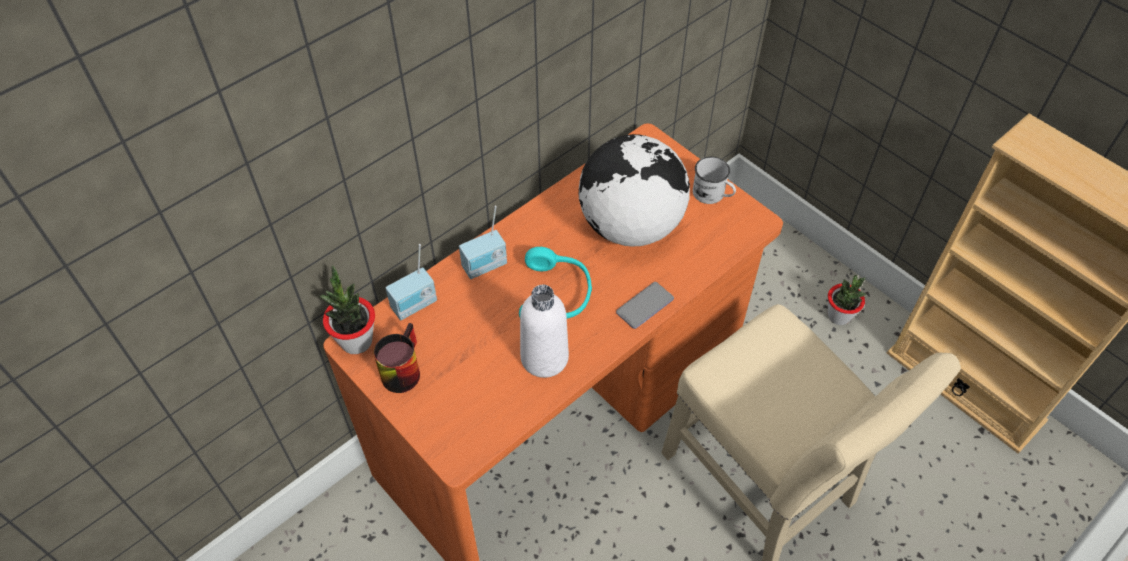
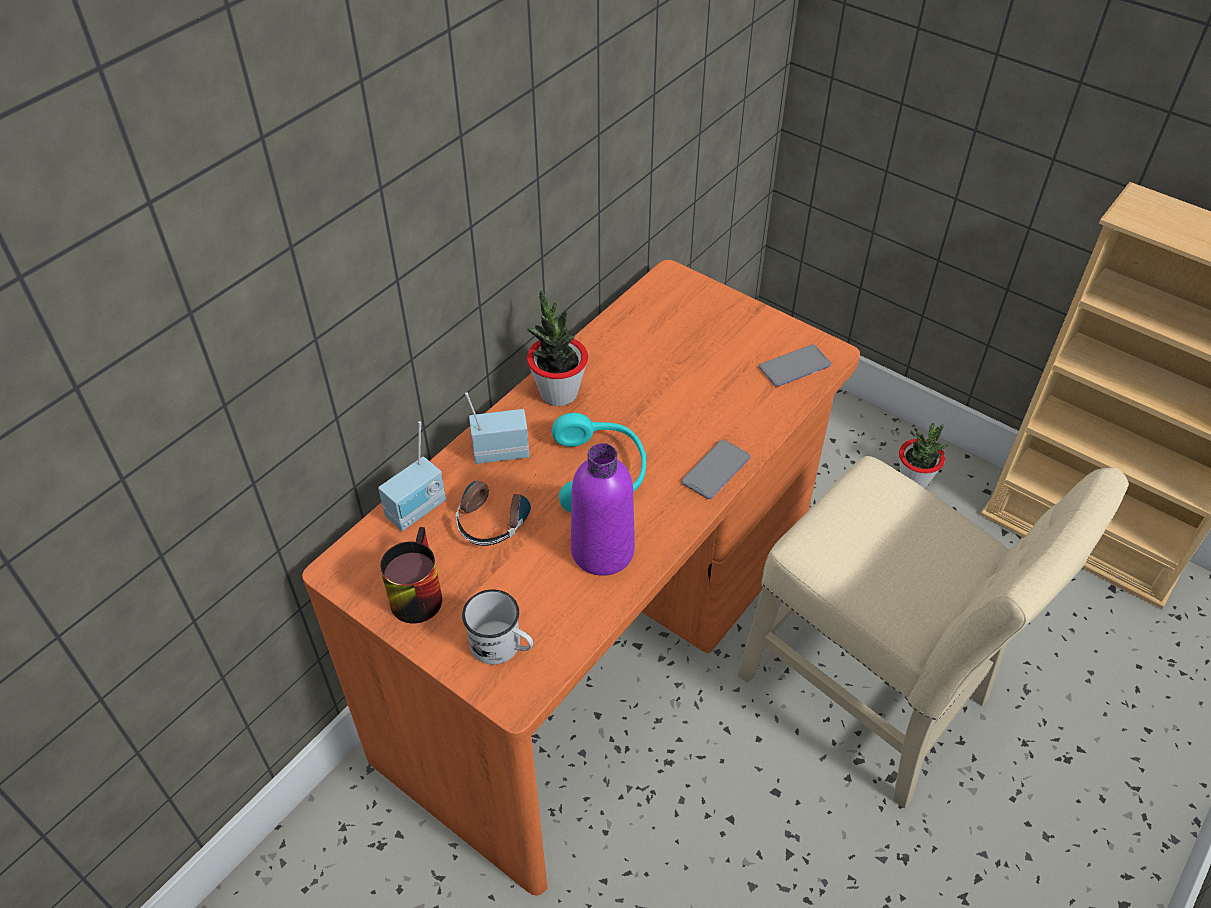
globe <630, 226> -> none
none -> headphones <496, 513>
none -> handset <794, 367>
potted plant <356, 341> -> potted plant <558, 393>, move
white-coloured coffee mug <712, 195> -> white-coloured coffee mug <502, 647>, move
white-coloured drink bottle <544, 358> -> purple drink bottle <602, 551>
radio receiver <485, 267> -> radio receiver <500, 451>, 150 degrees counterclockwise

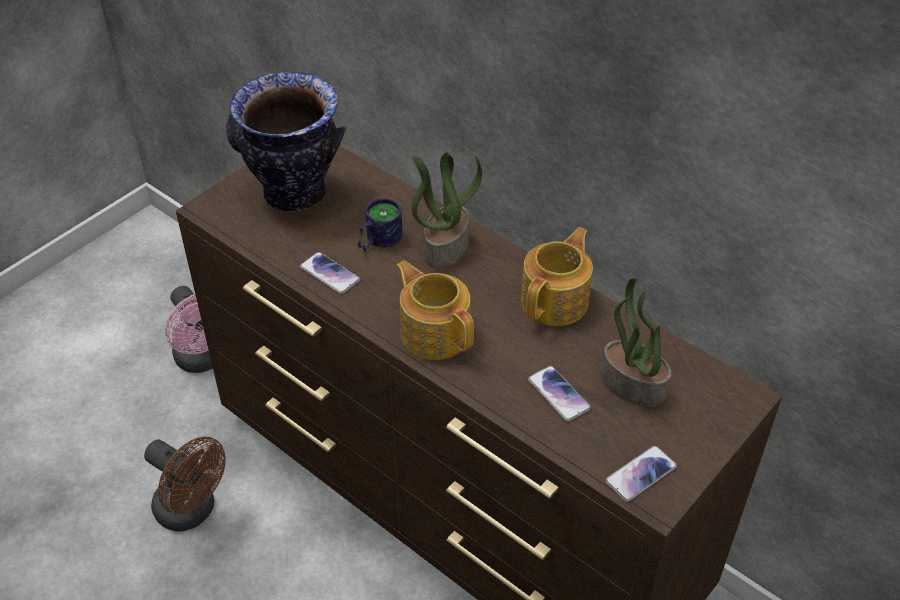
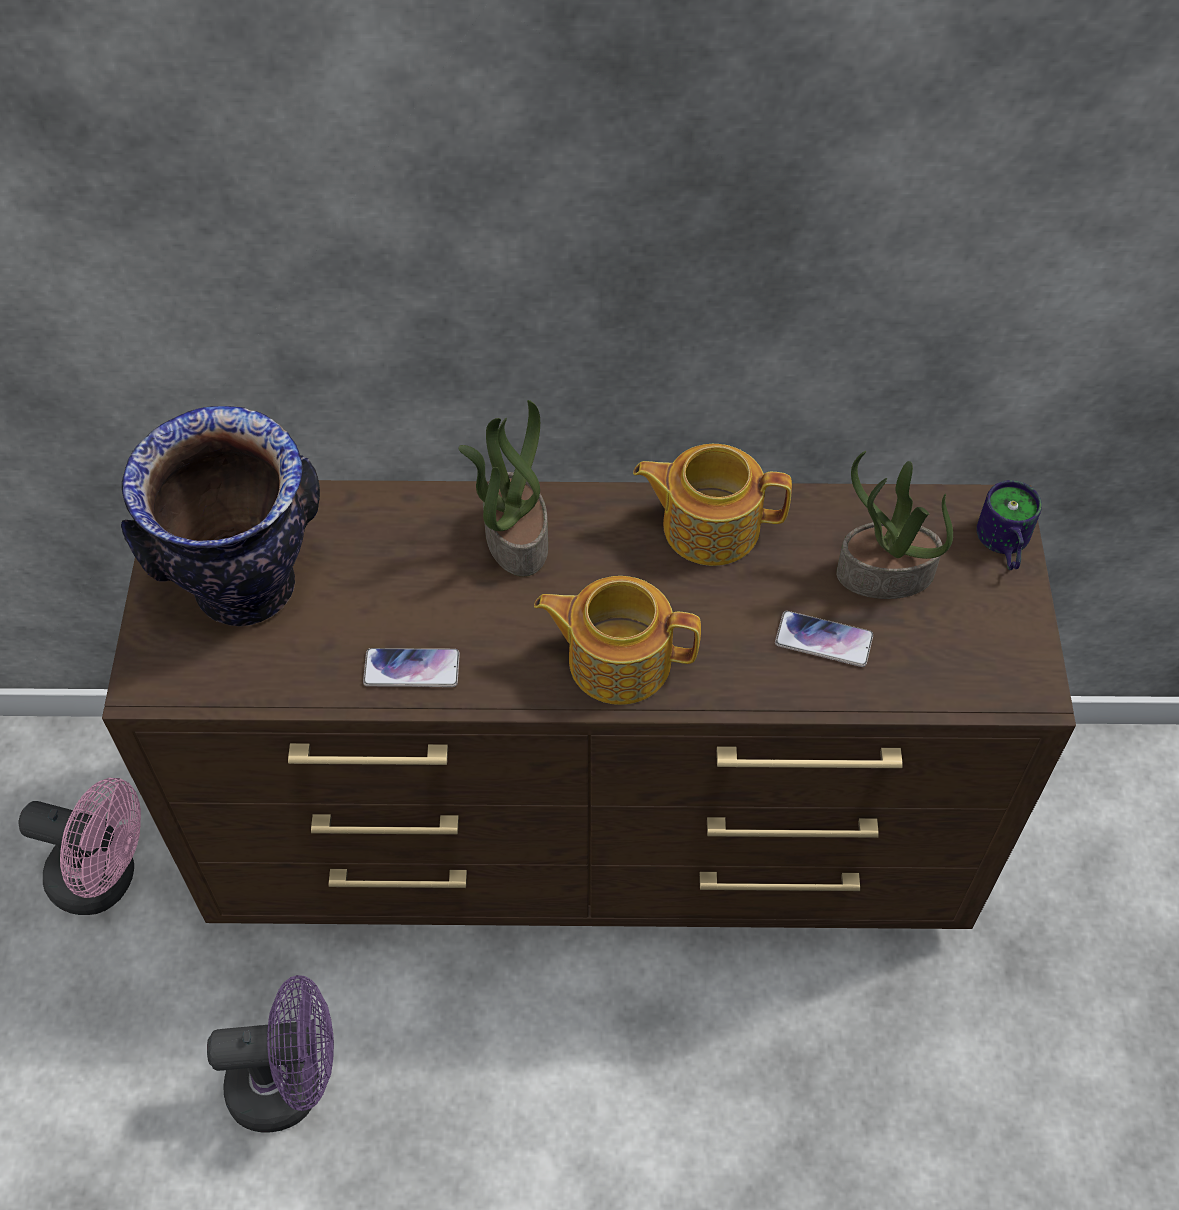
handset <640, 474> -> none
coffee mug <377, 240> -> coffee mug <1001, 545>, move
brown cooling fan <192, 511> -> purple cooling fan <290, 1084>
tea pot <556, 301> -> tea pot <708, 525>, 75 degrees counterclockwise

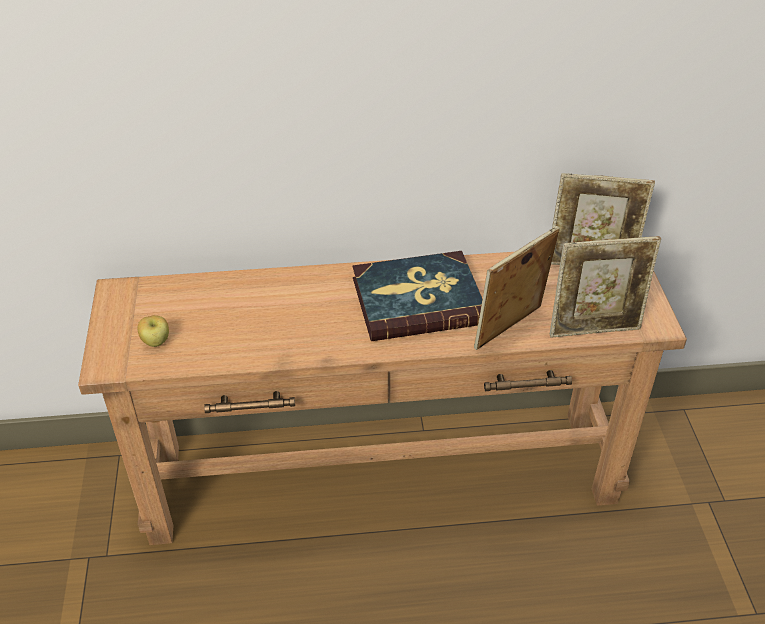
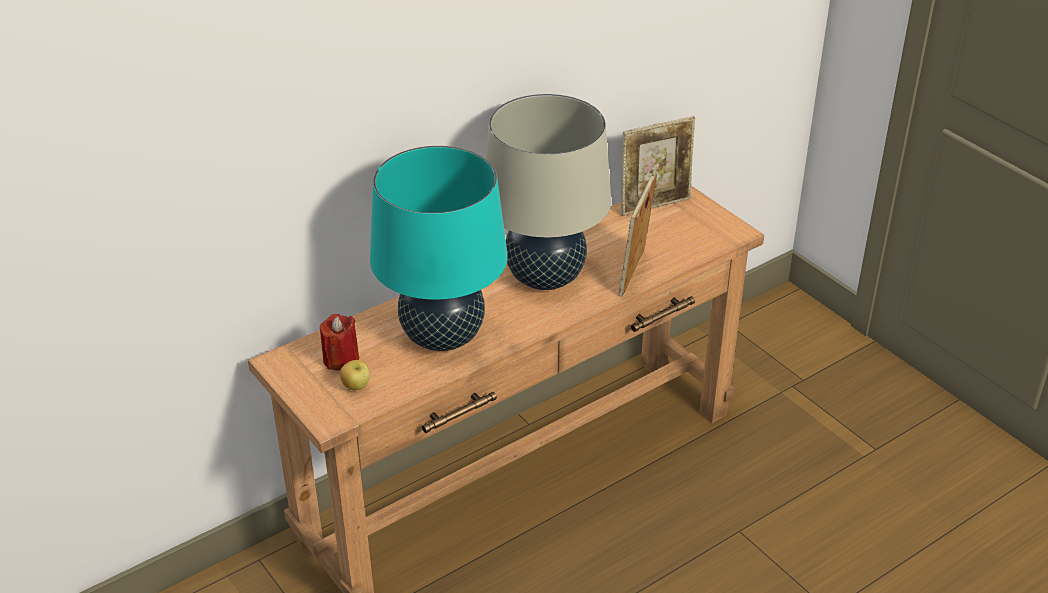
picture frame <594, 329> -> none
none -> reddish candle <341, 359>
none -> turquoise lamp for a table <442, 337>
volume <417, 300> -> beige lamp for a table <545, 277>

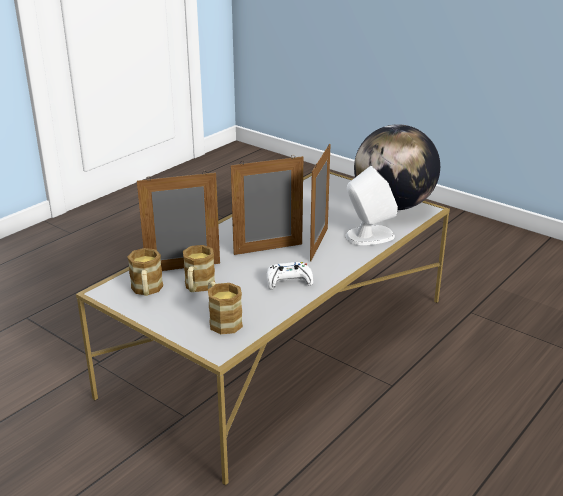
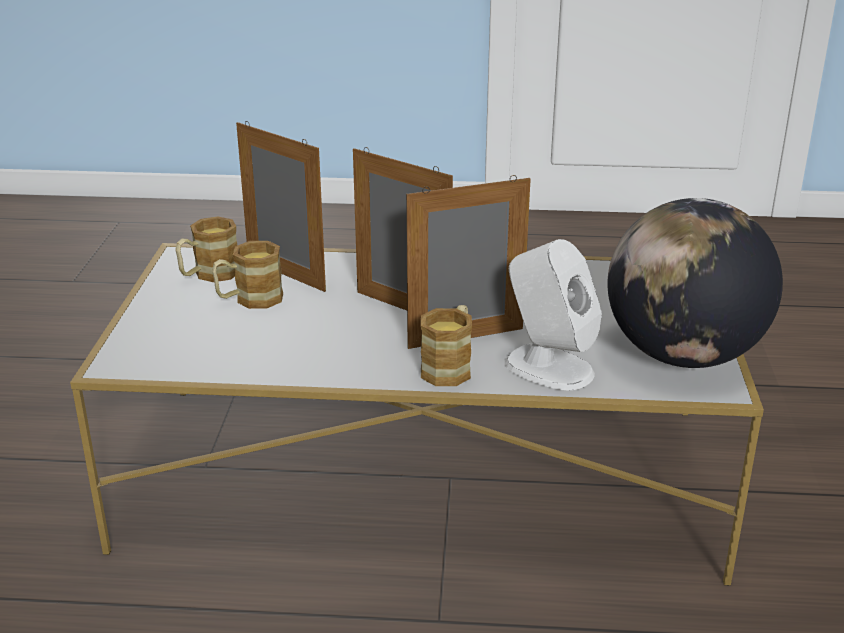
white-coloured game controller <288, 281> -> none
coffee mug <222, 320> -> coffee mug <450, 366>, move

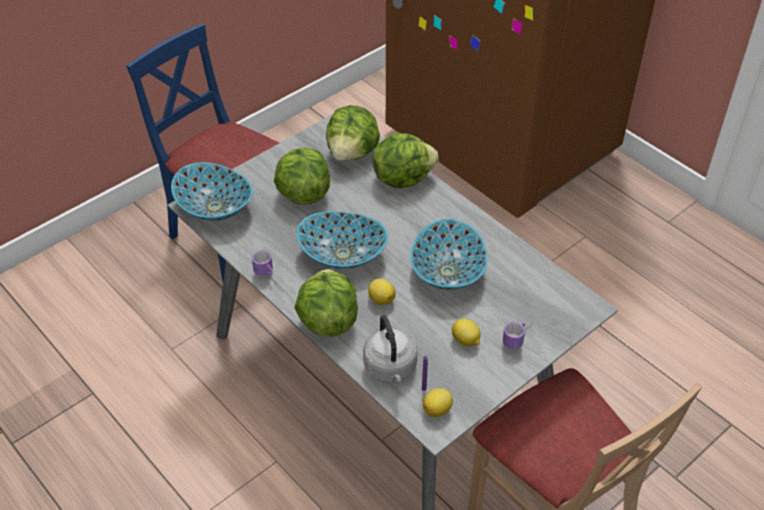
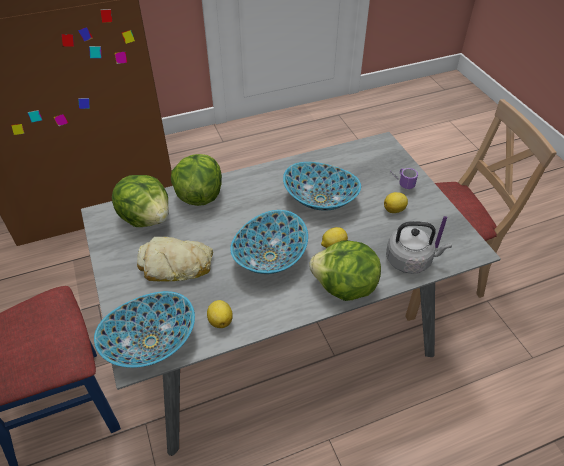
coffee mug <270, 280> -> none
whole lemon <438, 410> -> whole lemon <220, 320>, move
lettuce head <303, 193> -> bakery bread <176, 265>

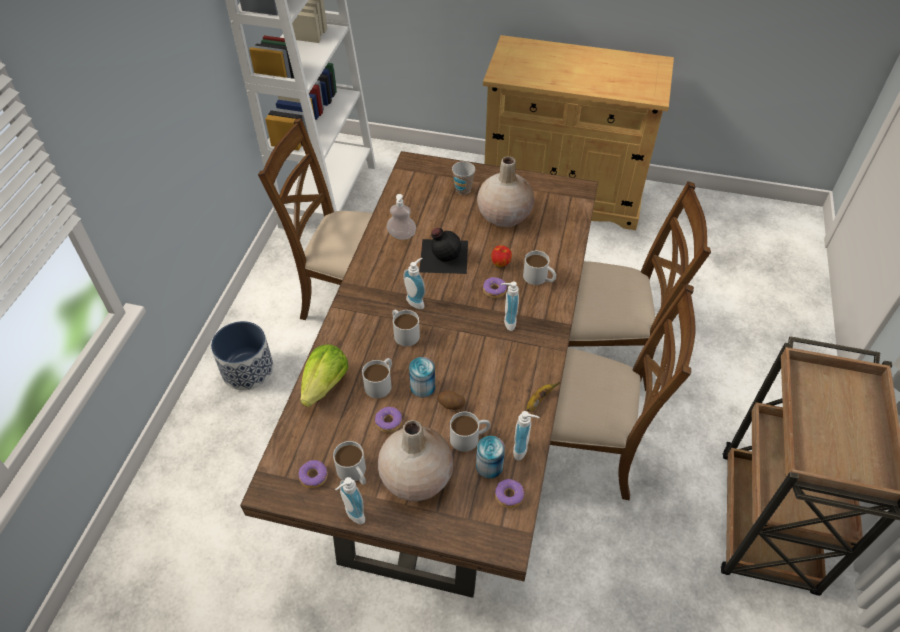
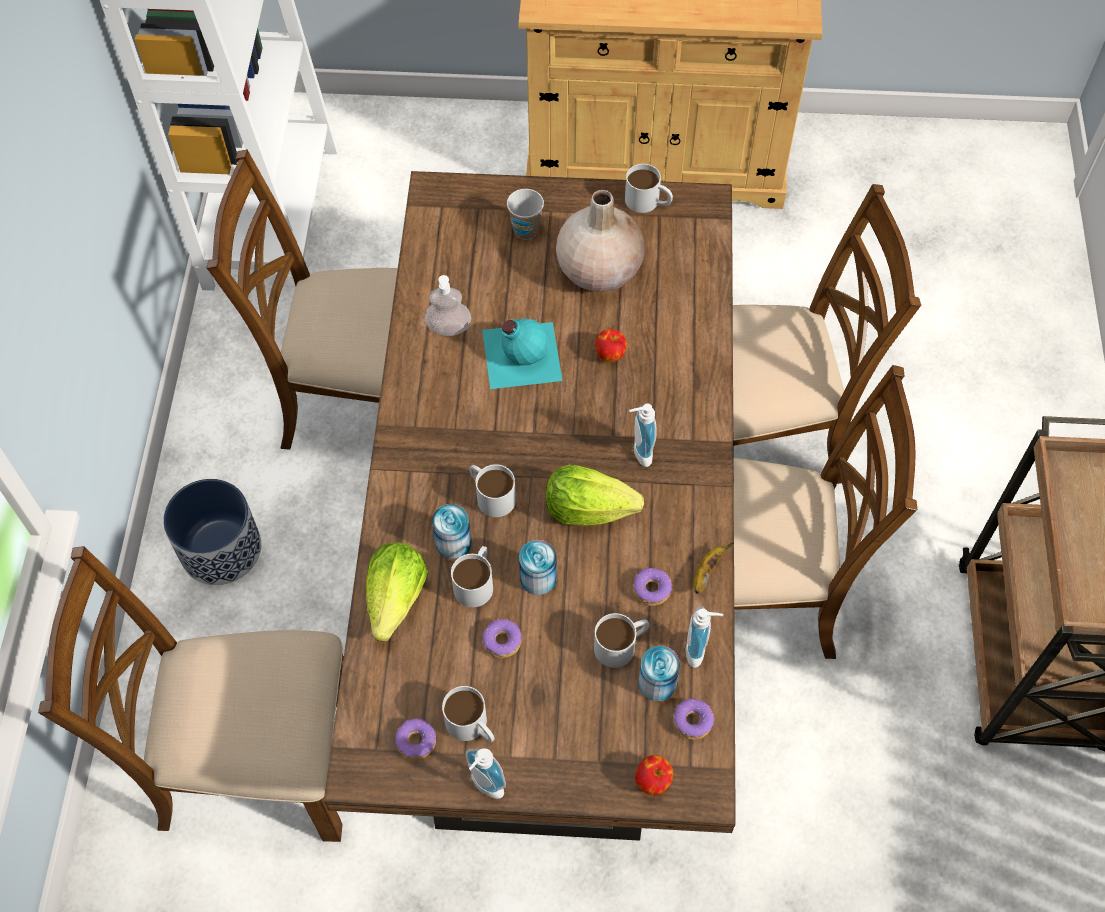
beige flower vase <415, 476> -> none
soap dispenser <417, 301> -> none
spud <451, 405> -> none
none -> brown upright chair <255, 761>
none -> metal can <453, 542>
none -> lettuce head <588, 509>
none -> apple fruit <653, 781>
ring doughnut <494, 290> -> ring doughnut <651, 589>, move
white-coloured coffee mug <539, 278> -> white-coloured coffee mug <648, 202>, move
black-coloured drink bottle <443, 255> -> turquoise drink bottle <520, 354>

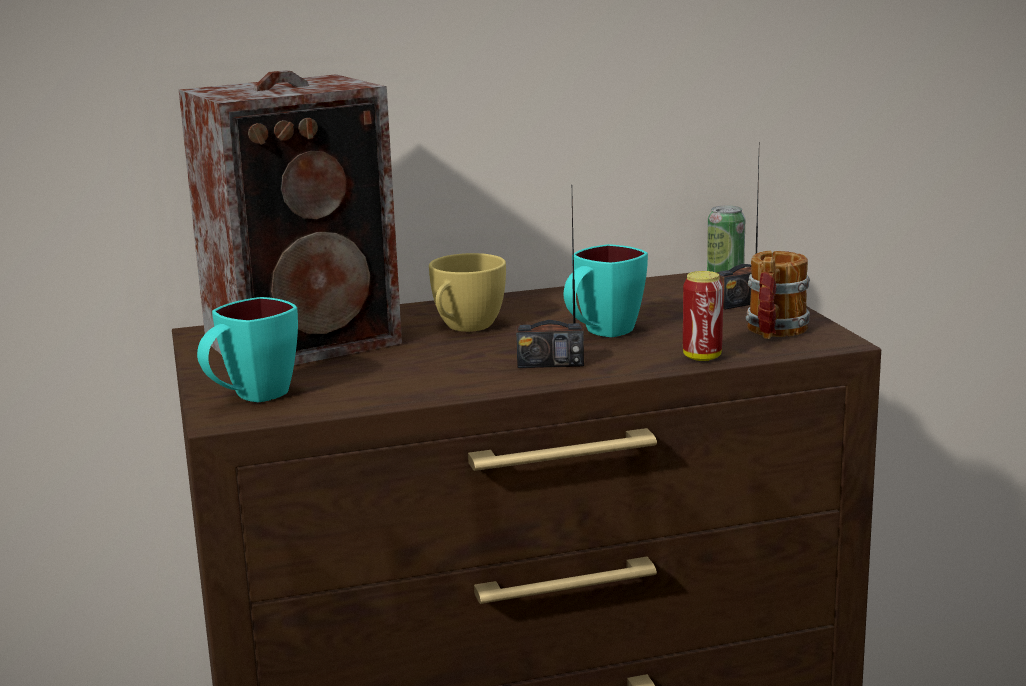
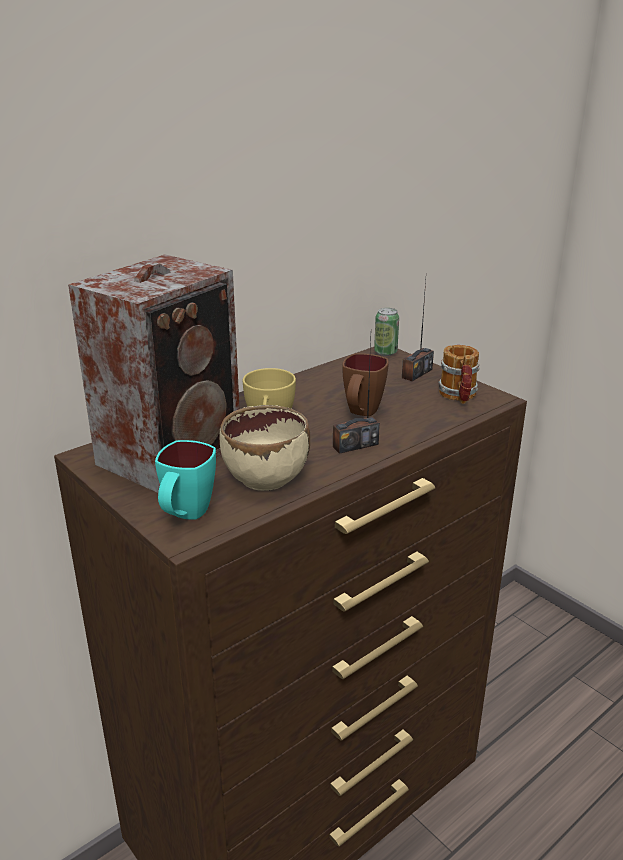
metal can <702, 357> -> none
none -> beige serving bowl <266, 477>
turquoise coffee mug <601, 334> -> brown coffee mug <361, 413>

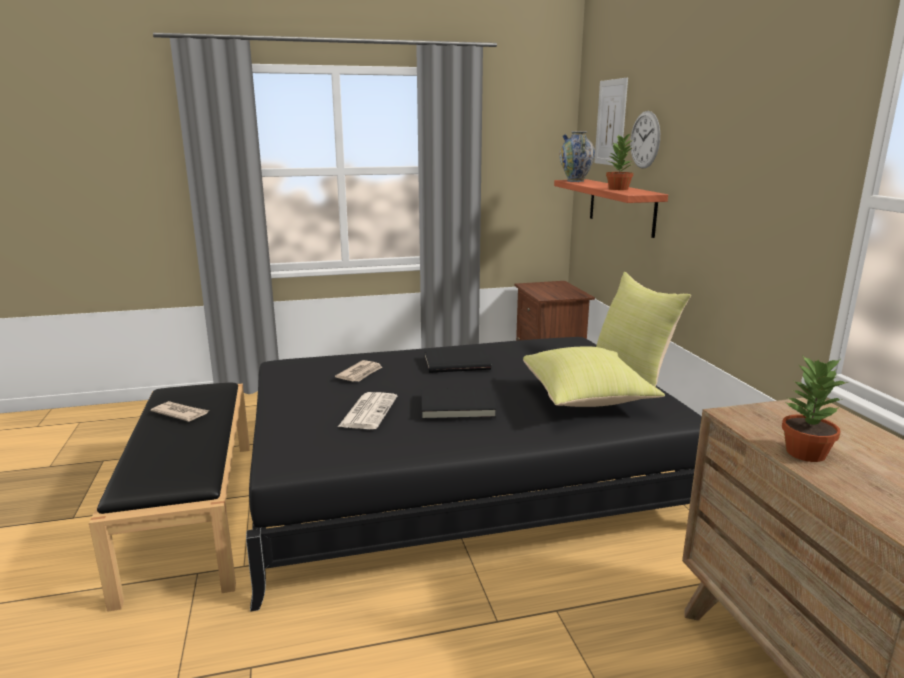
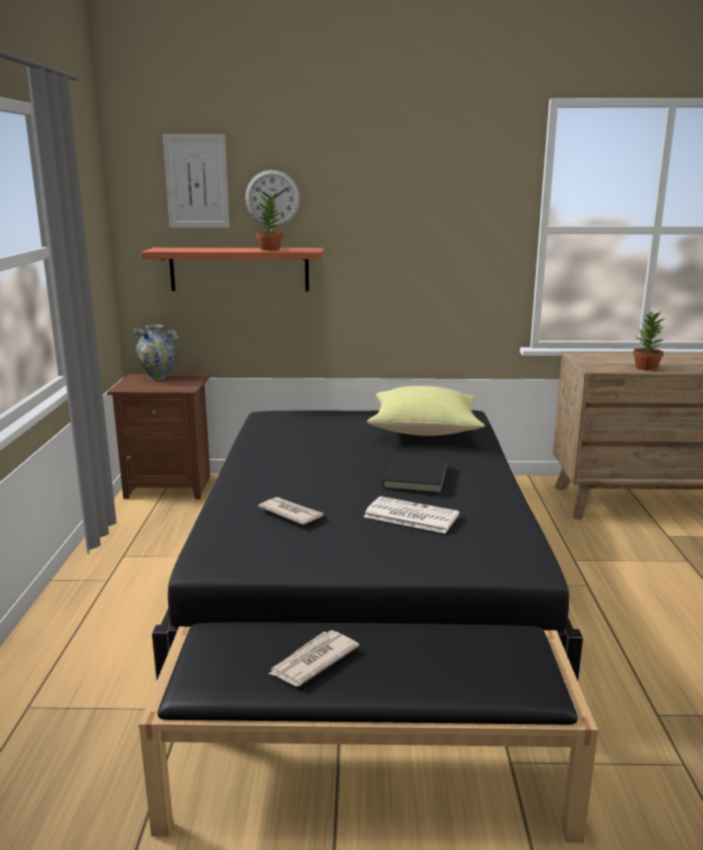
black-coloured volume <456, 362> -> none
yellowish throw pillow <633, 369> -> none
flower vase <575, 181> -> flower vase <158, 377>, move

